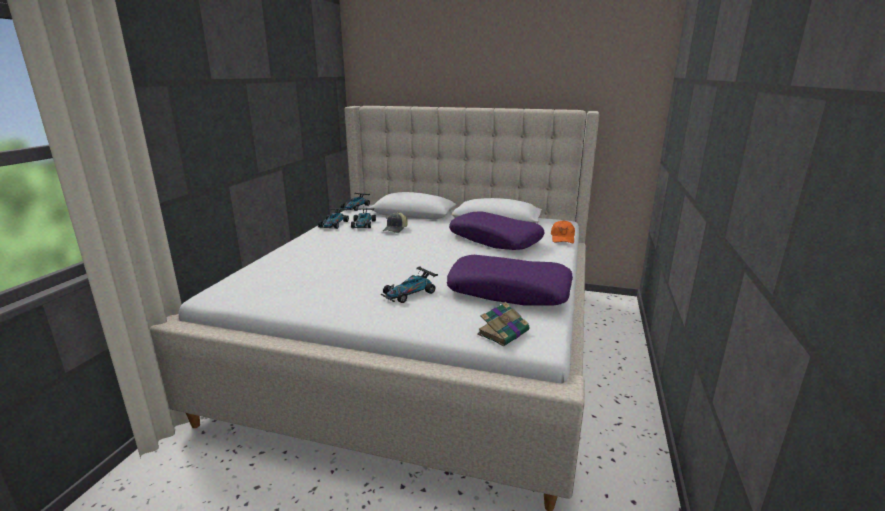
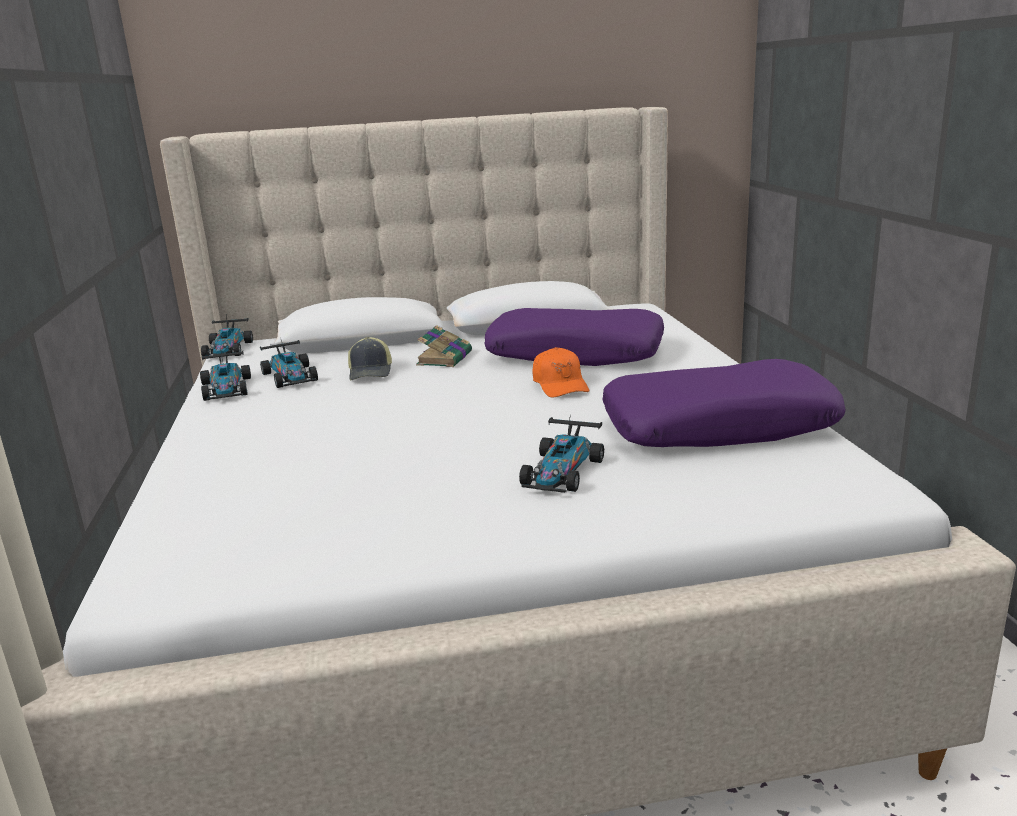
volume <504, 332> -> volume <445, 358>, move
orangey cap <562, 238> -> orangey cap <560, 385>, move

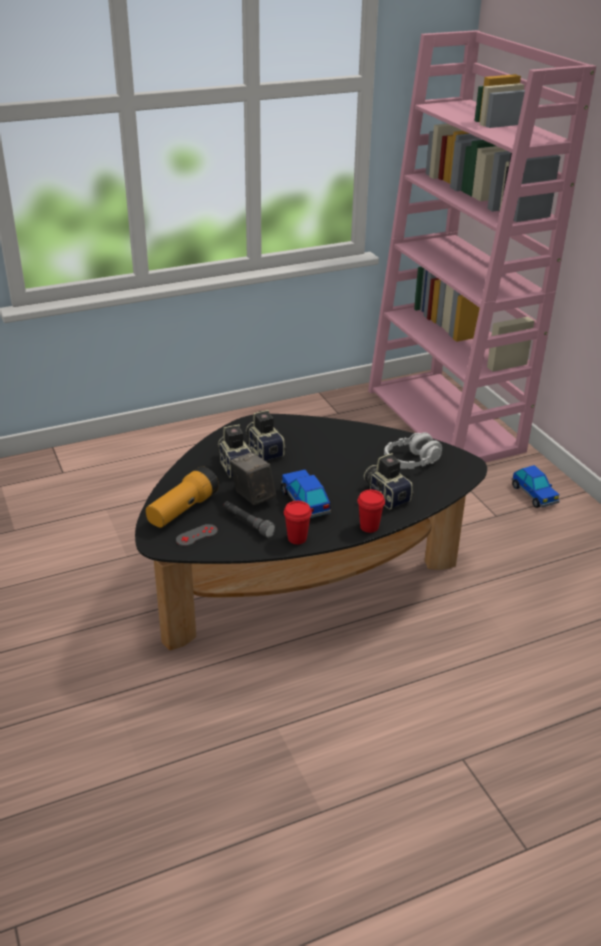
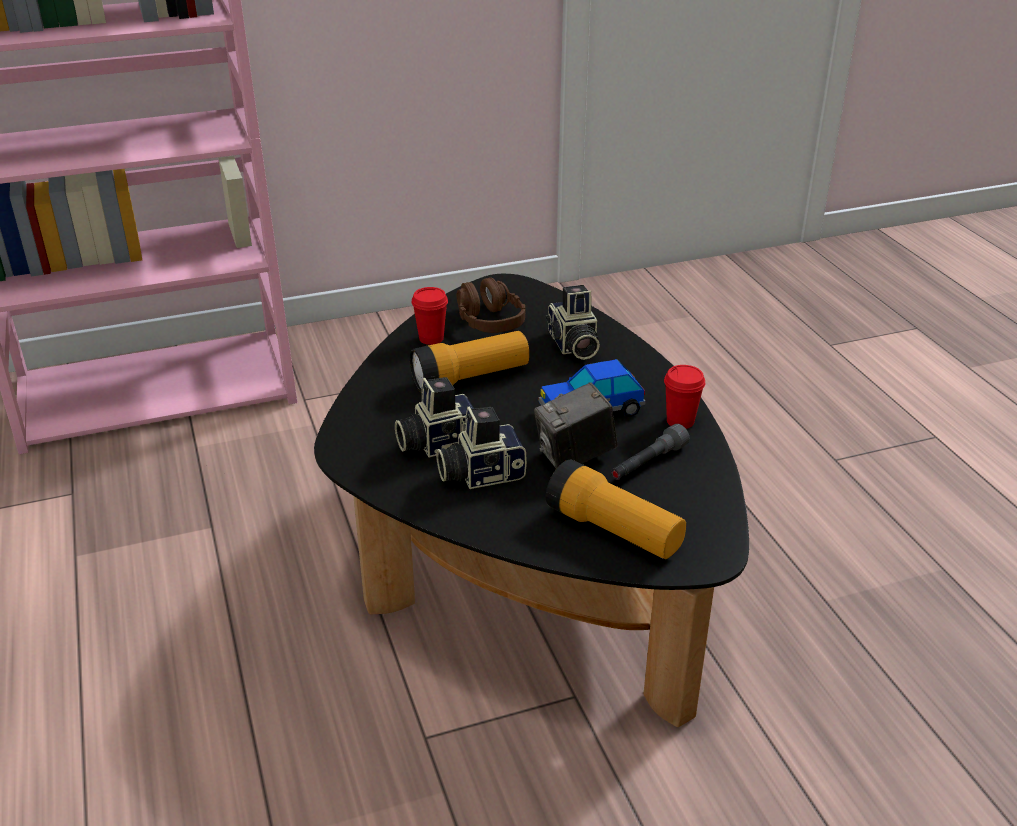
gray game controller <196, 535> -> none
miniature car <534, 495> -> none
none -> hand torch <470, 378>
reddish small cup <369, 527> -> reddish small cup <431, 338>, move
gray headphones <411, 461> -> brown headphones <489, 321>
still camera <387, 495> -> still camera <572, 345>, 75 degrees counterclockwise

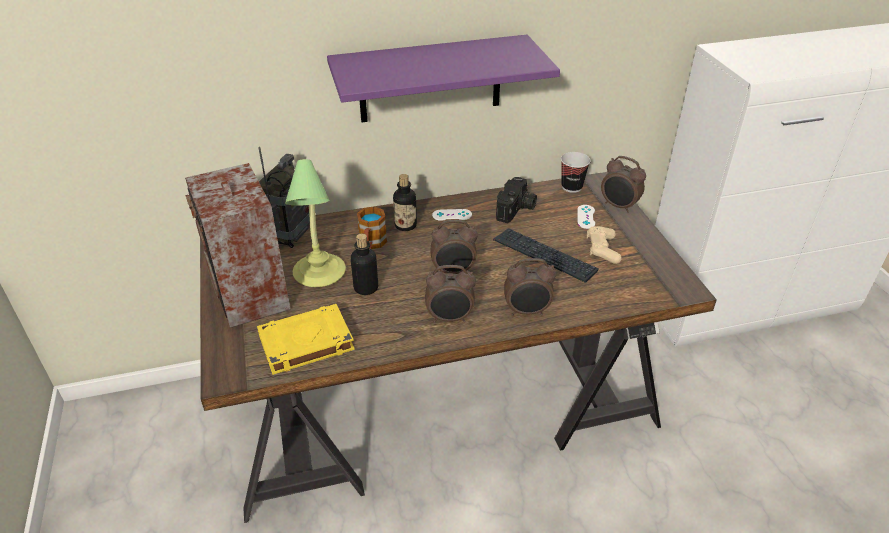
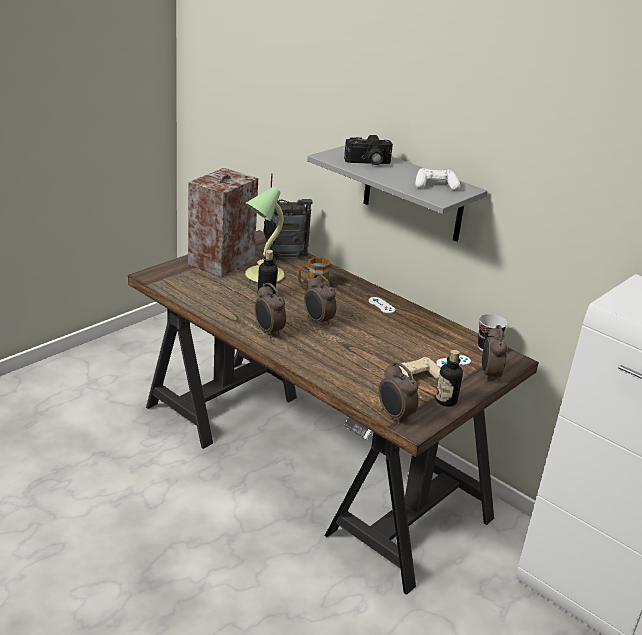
yellowish volume <305, 343> -> none
computer keyboard <544, 256> -> none
none -> white-coloured game controller <435, 186>
drink bottle <405, 225> -> drink bottle <446, 401>, move
still camera <516, 210> -> still camera <367, 162>, move
table clock <527, 312> -> table clock <394, 416>, move
purple wall shelf <430, 79> -> gray wall shelf <413, 193>

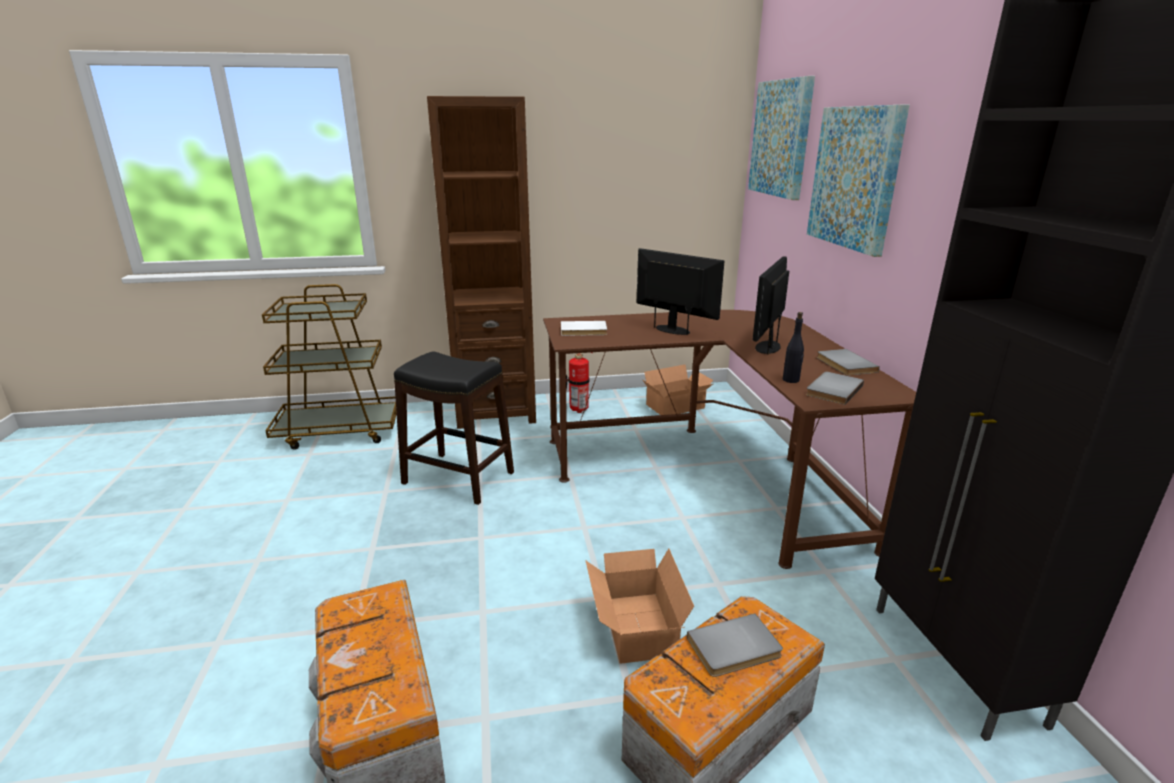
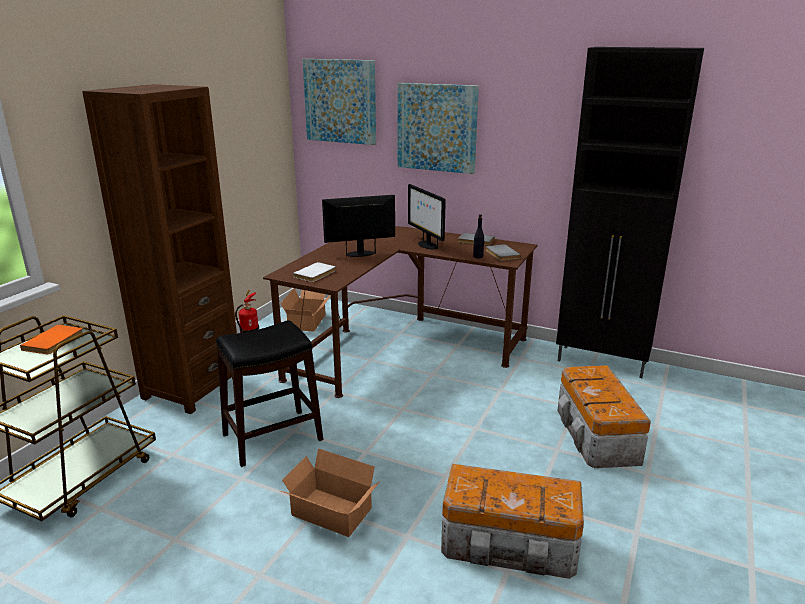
gray volume <735, 649> -> none
none -> orangey volume <55, 341>
carton <635, 629> -> carton <331, 514>, move

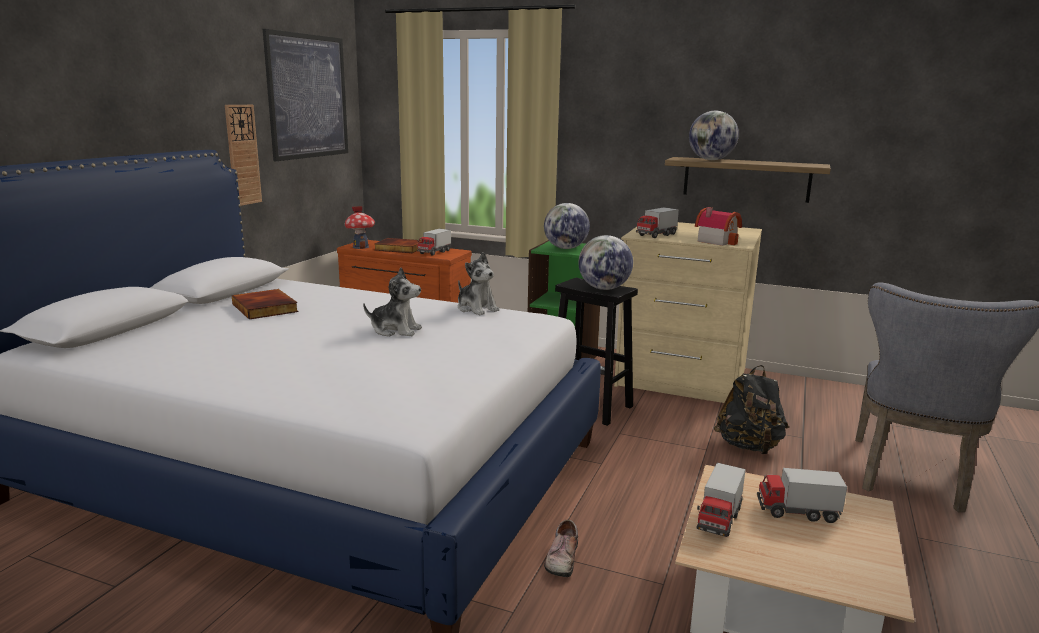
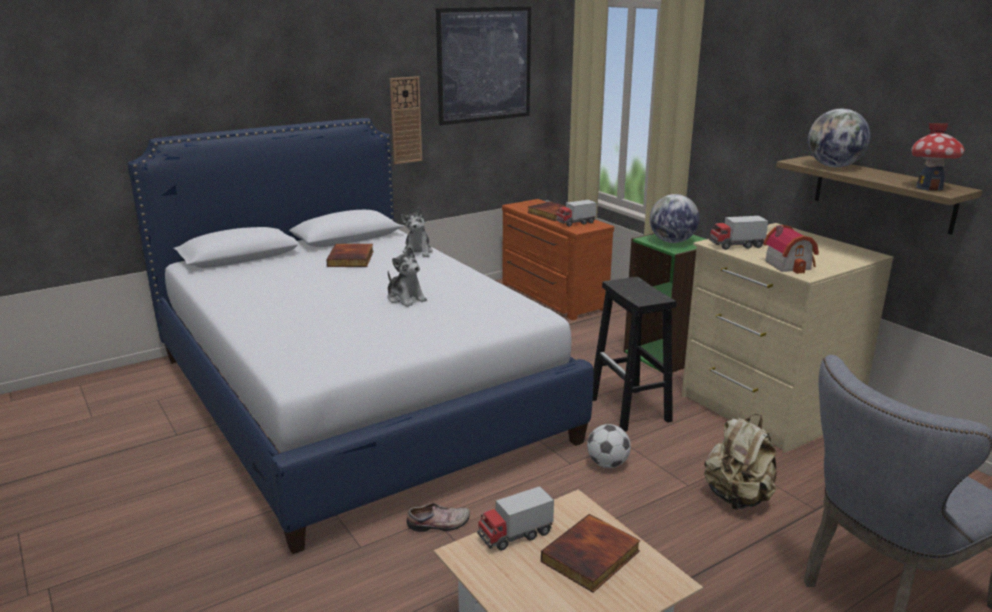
globe <604, 288> -> none
none -> ball for football <607, 464>
miniature house <361, 247> -> miniature house <929, 187>, move
plush toy <476, 308> -> plush toy <418, 252>, move
toy truck <797, 512> -> volume <591, 557>
black-coloured backpack <749, 447> -> beige backpack <738, 498>
shoe <561, 558> -> shoe <439, 524>, 150 degrees counterclockwise

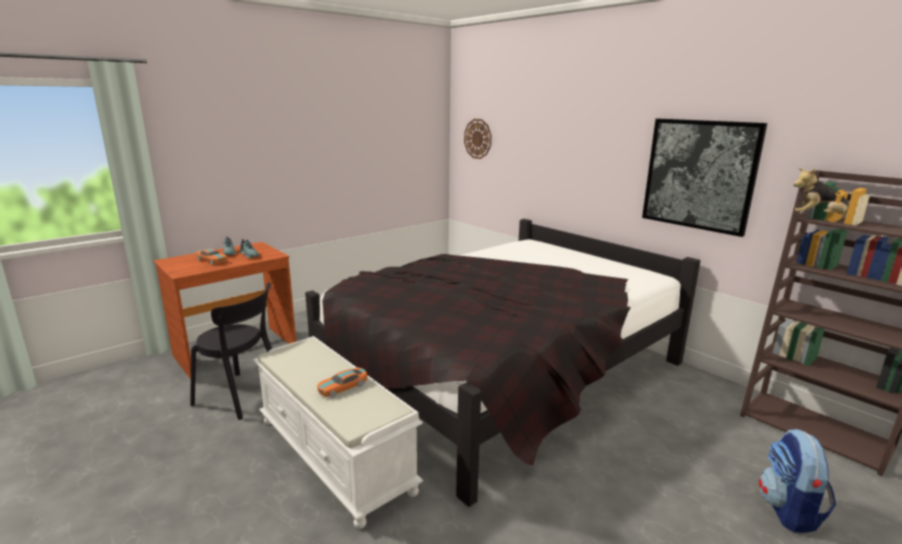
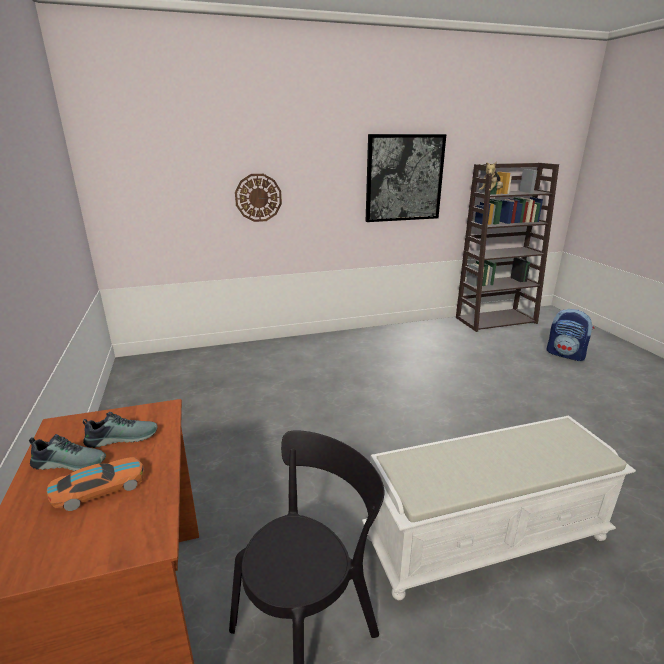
black-coloured bedroom bed <502, 370> -> none
miniature car <342, 387> -> none
hanging clock <478, 138> -> hanging clock <258, 197>, move

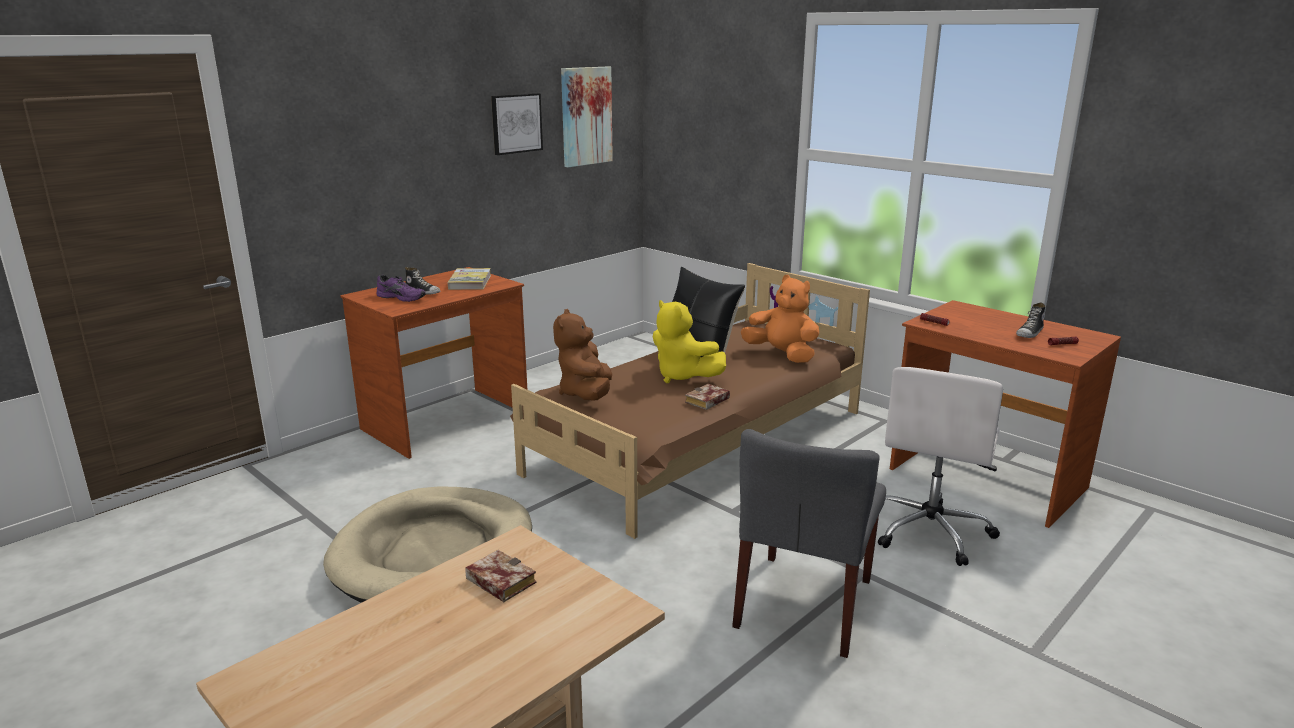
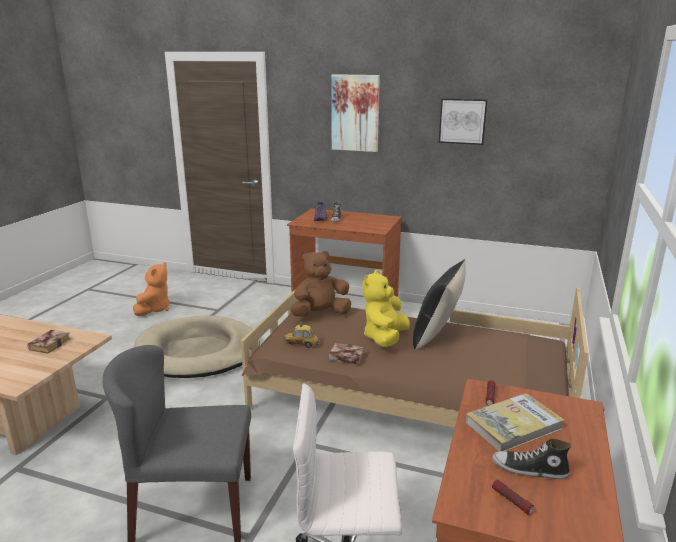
none -> miniature car <301, 344>
volume <470, 282> -> volume <513, 425>, move
picture <586, 116> -> picture <355, 113>, move
orangey plush toy <782, 355> -> orangey plush toy <154, 309>, move

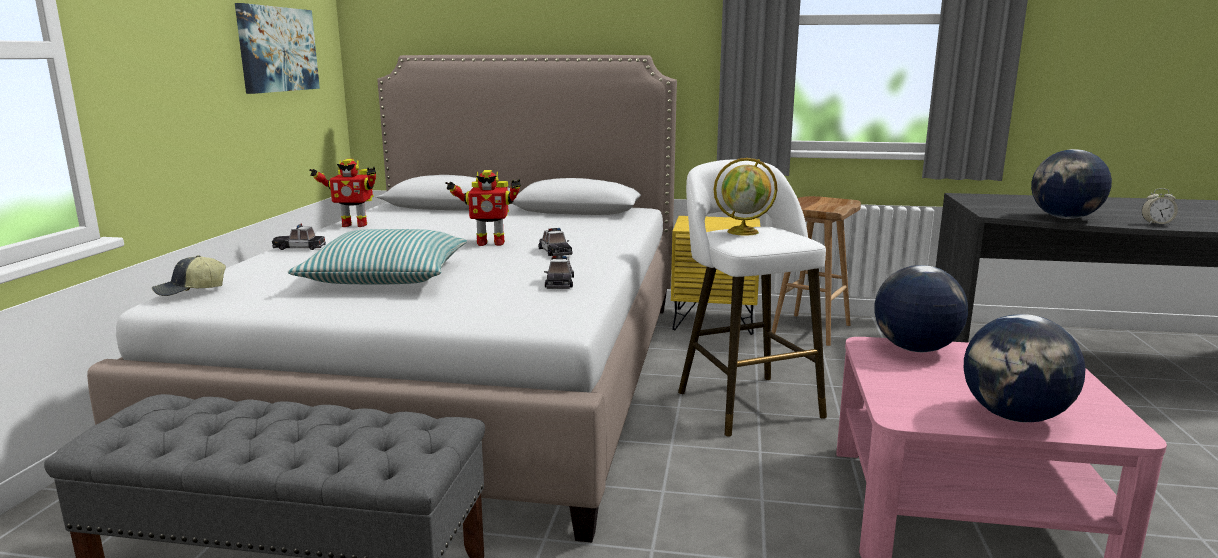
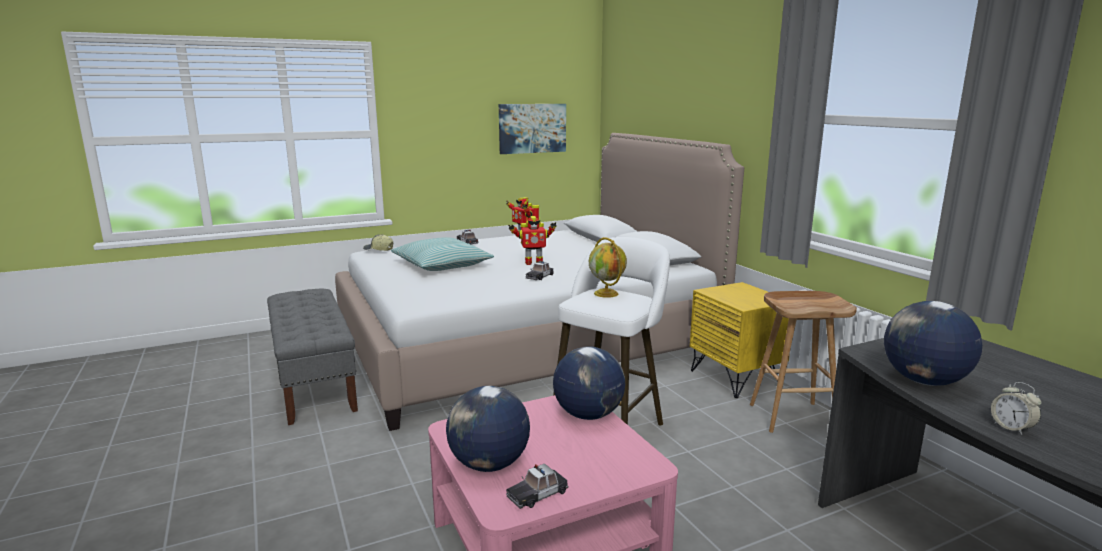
miniature car <559, 282> -> miniature car <537, 493>, move
toy robot <489, 243> -> toy robot <533, 263>, 60 degrees counterclockwise

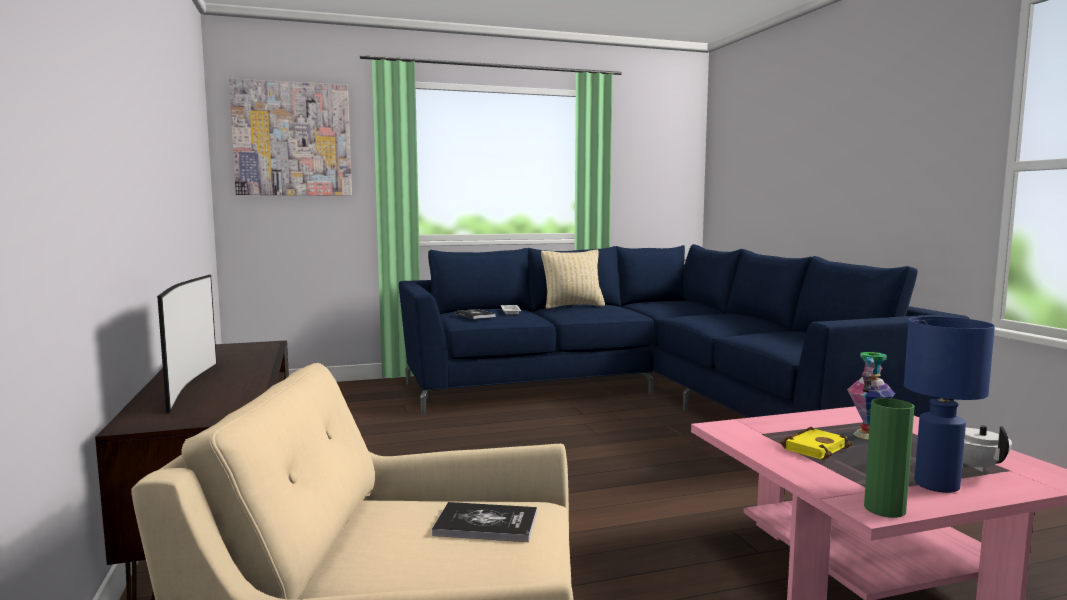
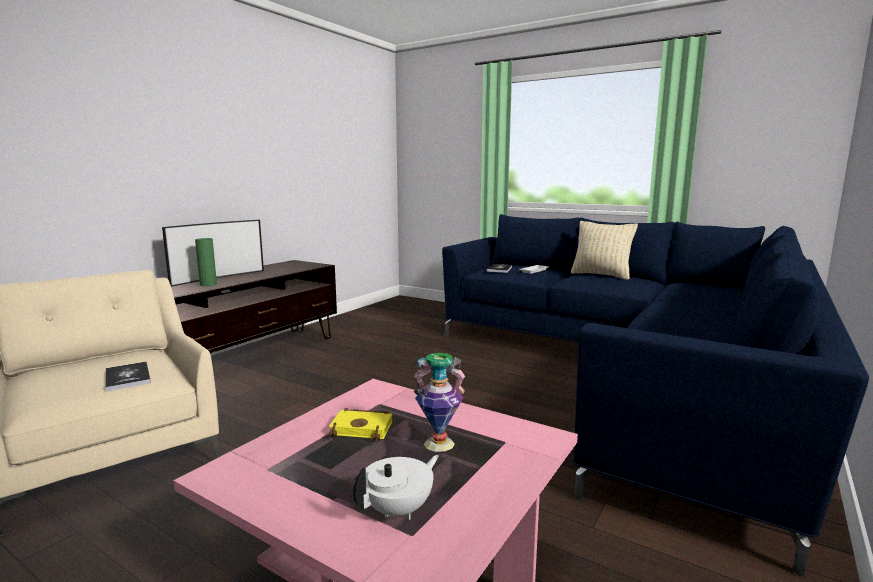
picture <292, 139> -> none
bluish lamp for a table <936, 486> -> none
green-coloured flower vase <884, 509> -> green-coloured flower vase <208, 284>, move

